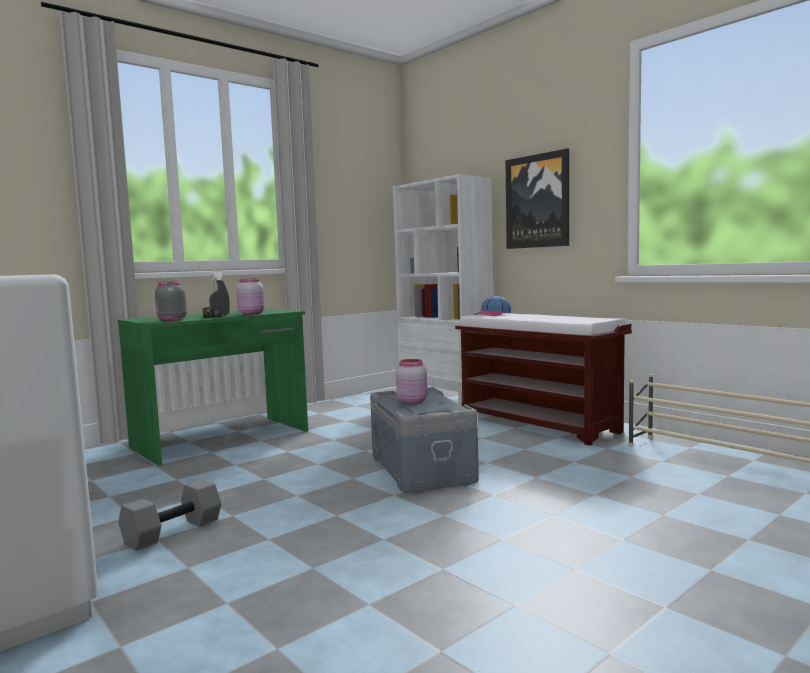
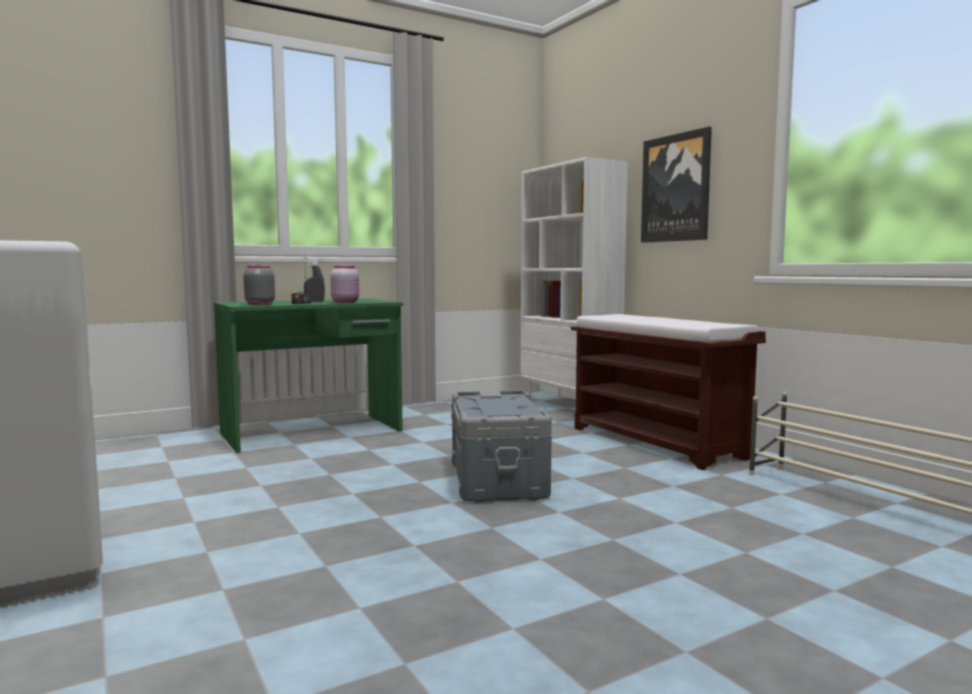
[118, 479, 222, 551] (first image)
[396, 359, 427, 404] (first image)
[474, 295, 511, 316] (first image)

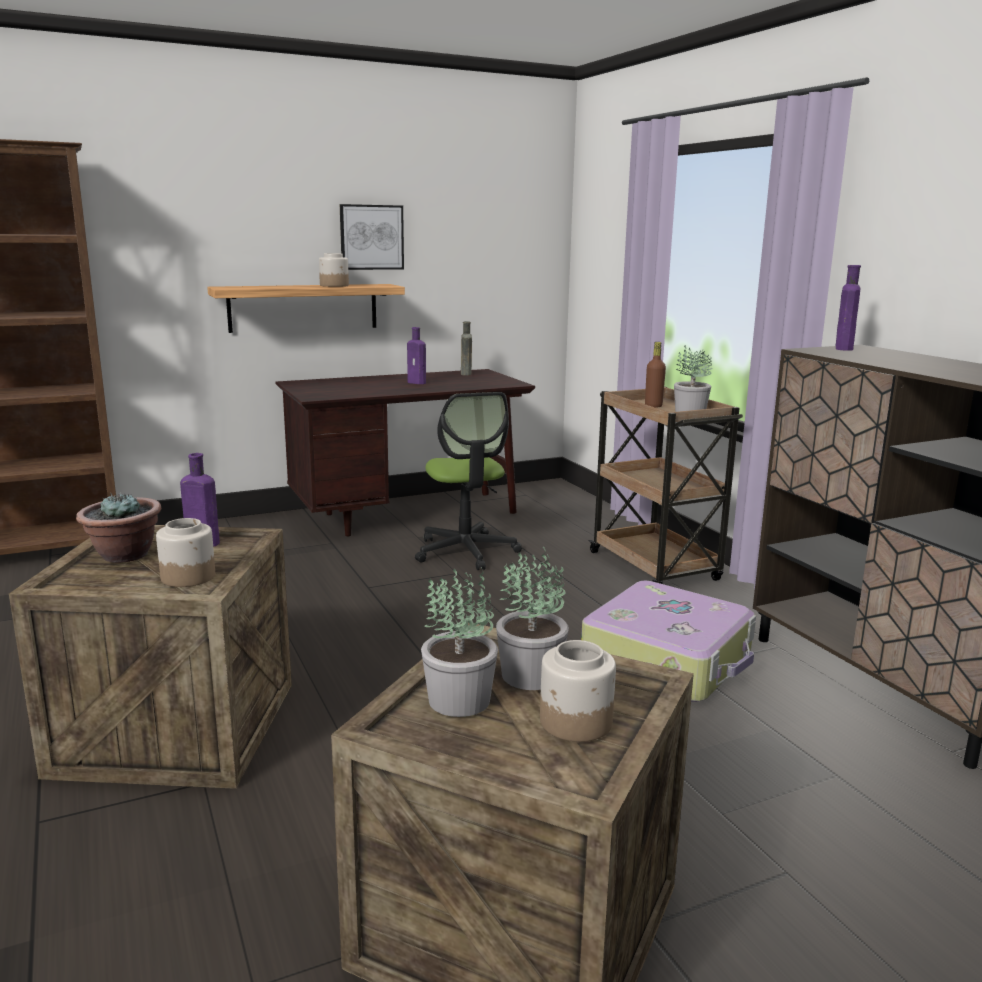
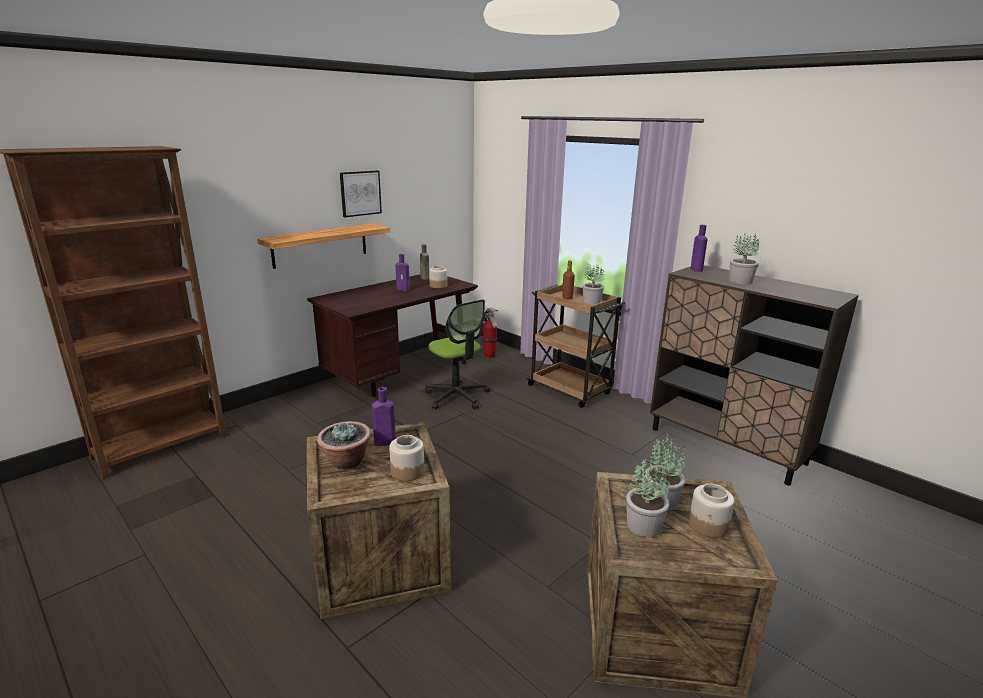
[429, 265, 447, 288]
[581, 581, 756, 702] (first image)
[483, 308, 499, 358]
[729, 233, 759, 284]

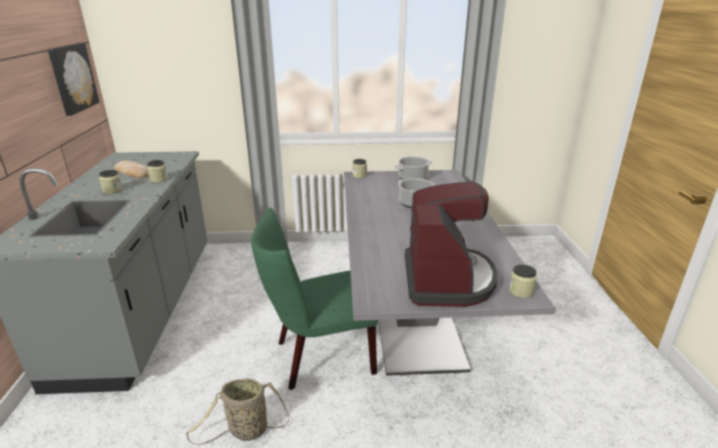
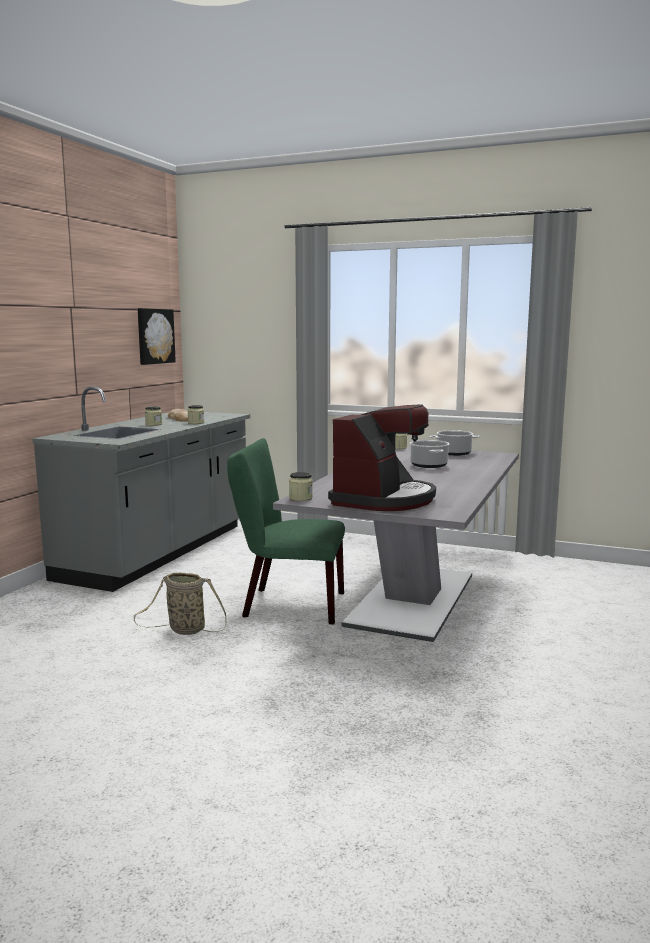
[289, 472, 313, 501]

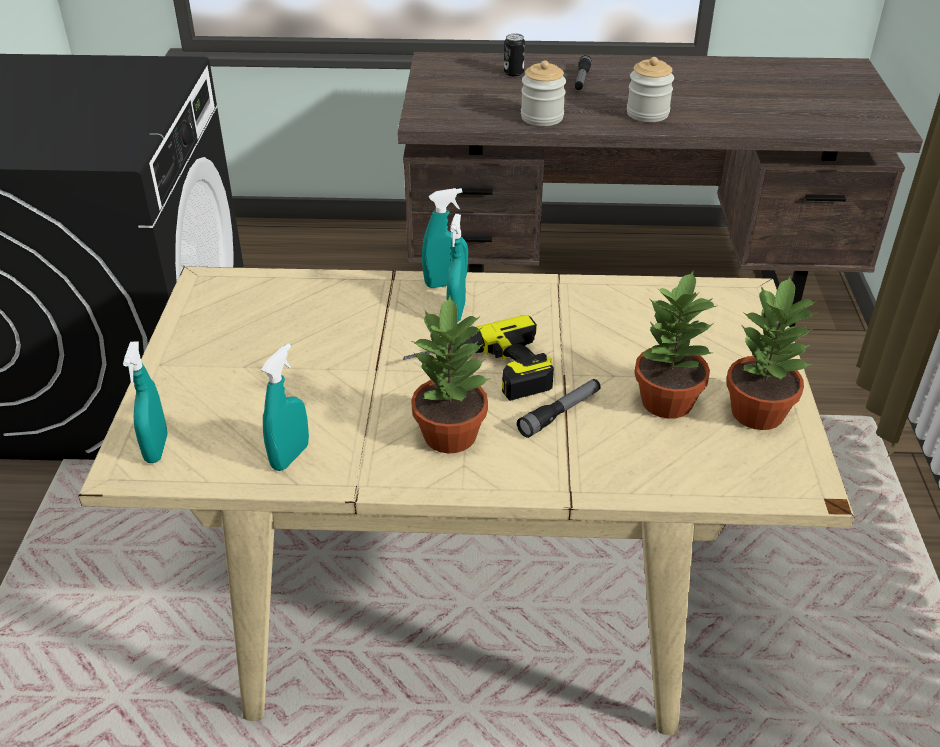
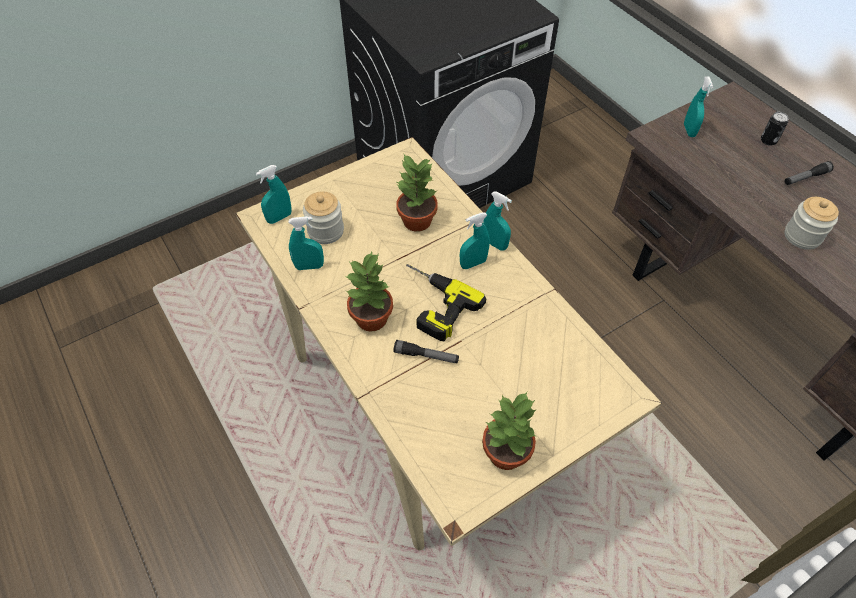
[303, 191, 344, 244]
[396, 153, 438, 232]
[684, 76, 713, 137]

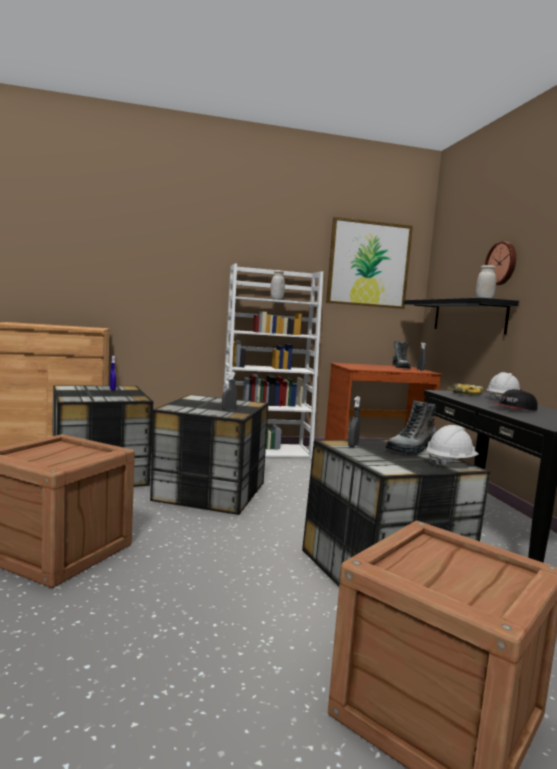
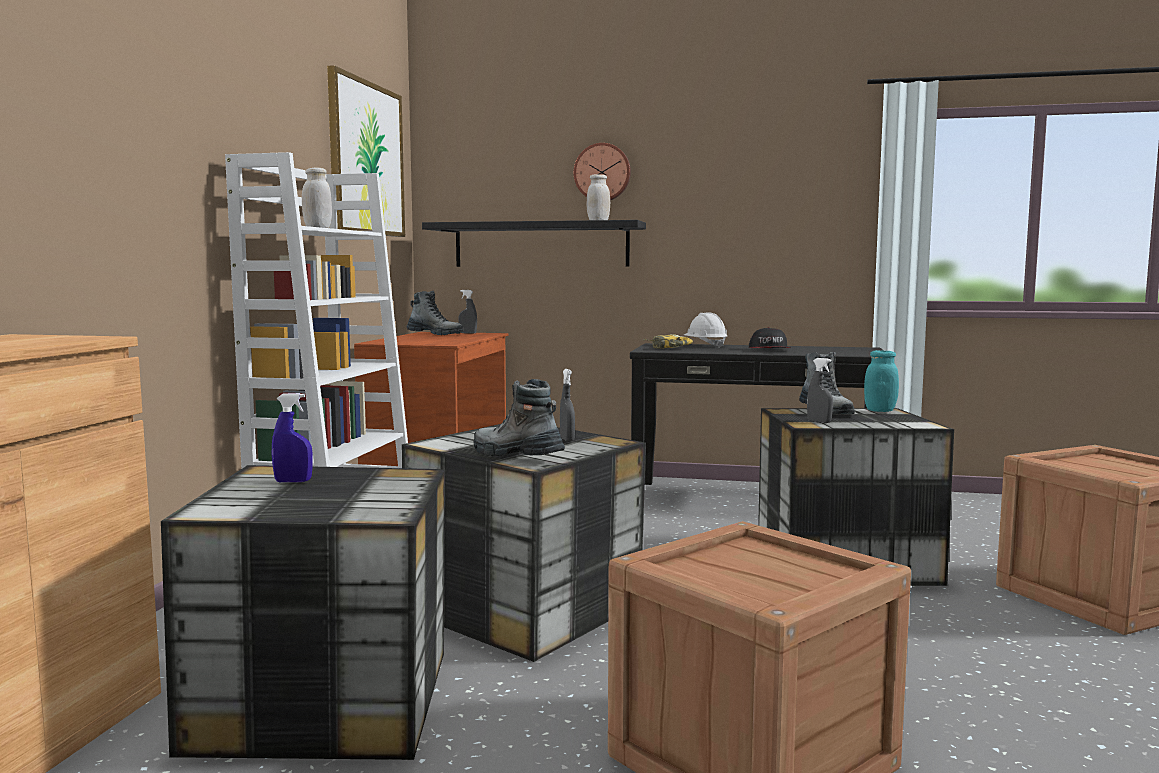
[864, 350, 899, 412]
[473, 379, 565, 456]

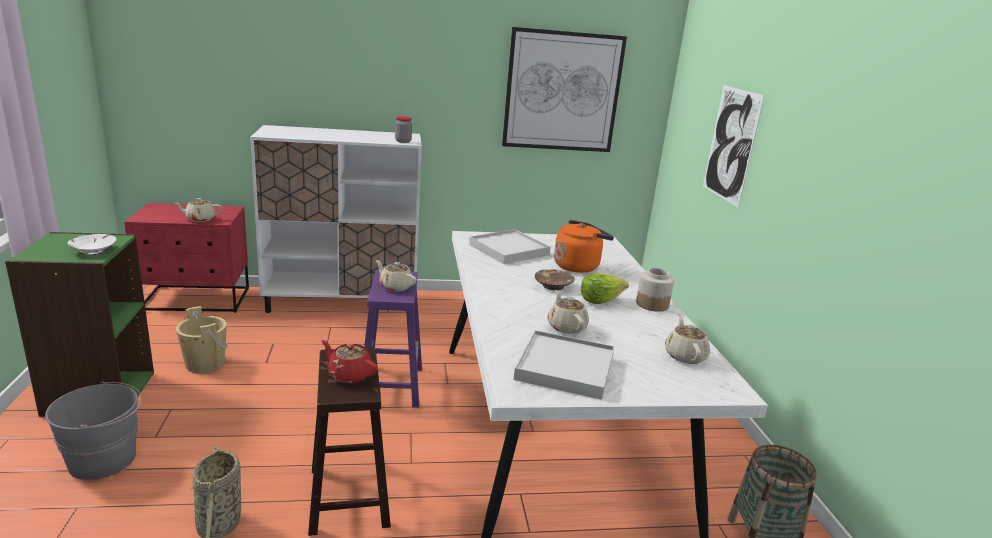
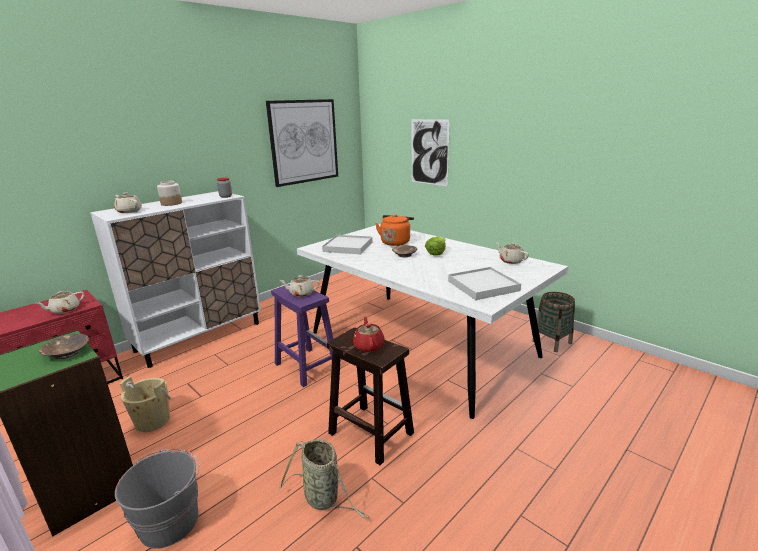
[39, 334, 89, 359]
[353, 317, 385, 352]
[114, 193, 142, 213]
[157, 181, 182, 206]

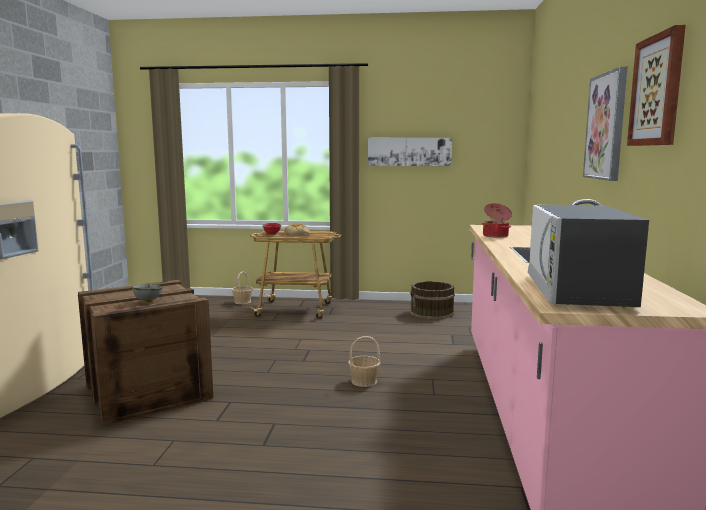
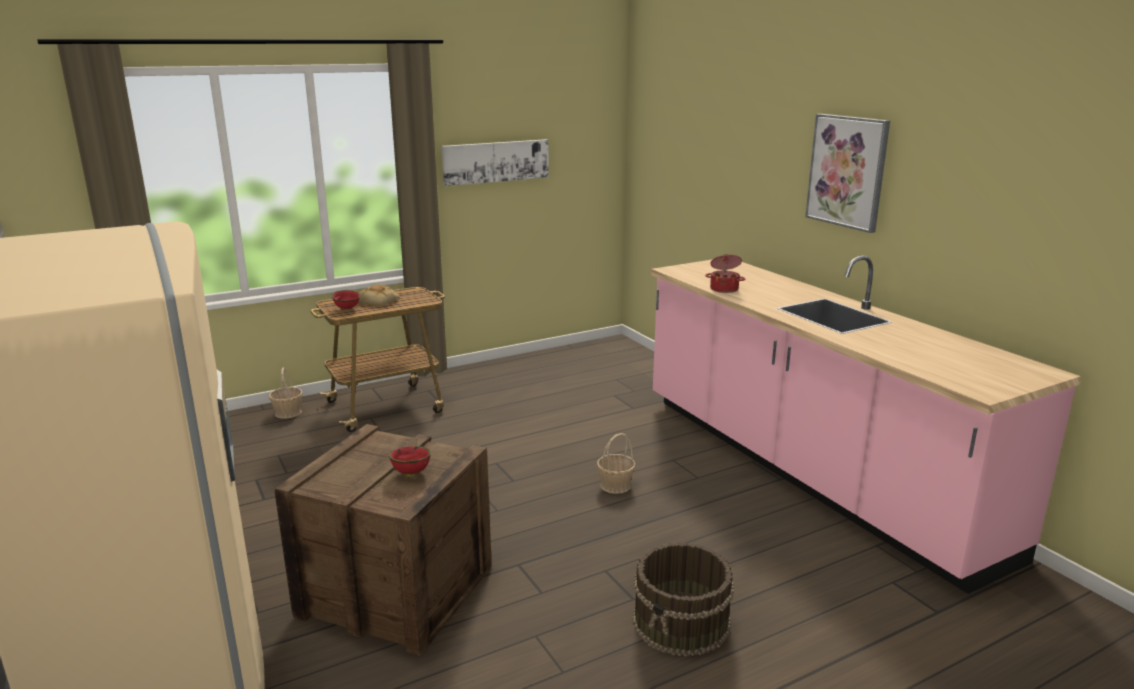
[389, 446, 432, 477]
[632, 542, 734, 657]
[528, 205, 649, 307] (first image)
[627, 25, 686, 146] (first image)

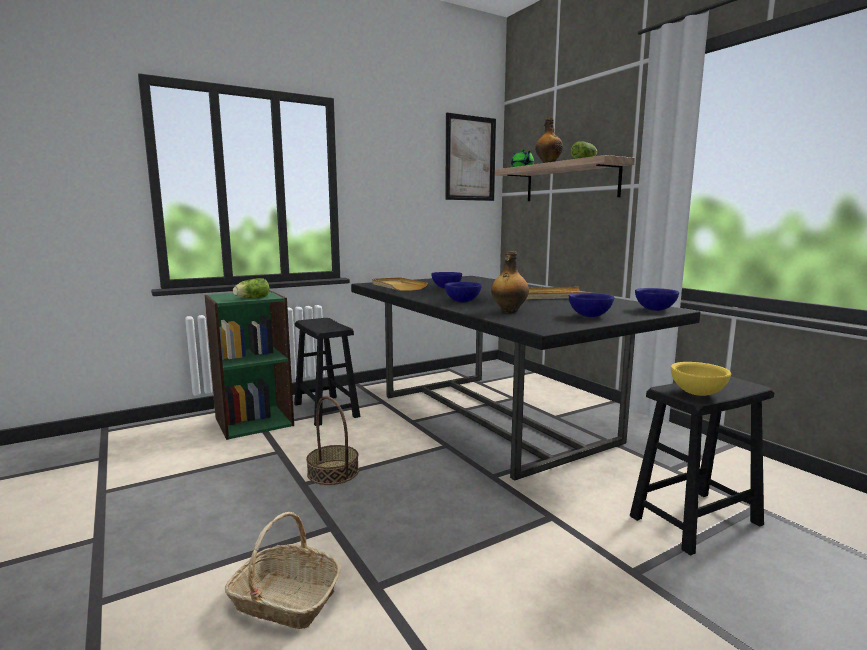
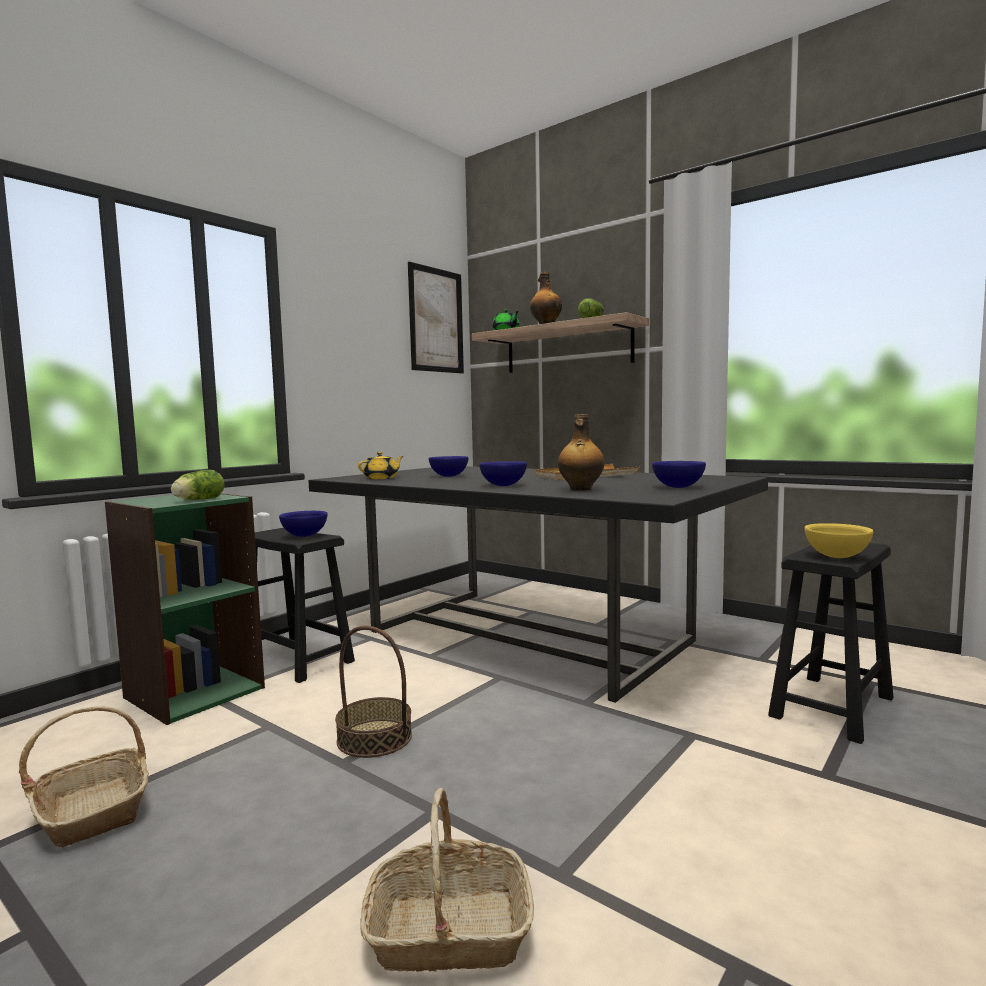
[358, 452, 403, 479]
[279, 511, 328, 537]
[19, 706, 149, 848]

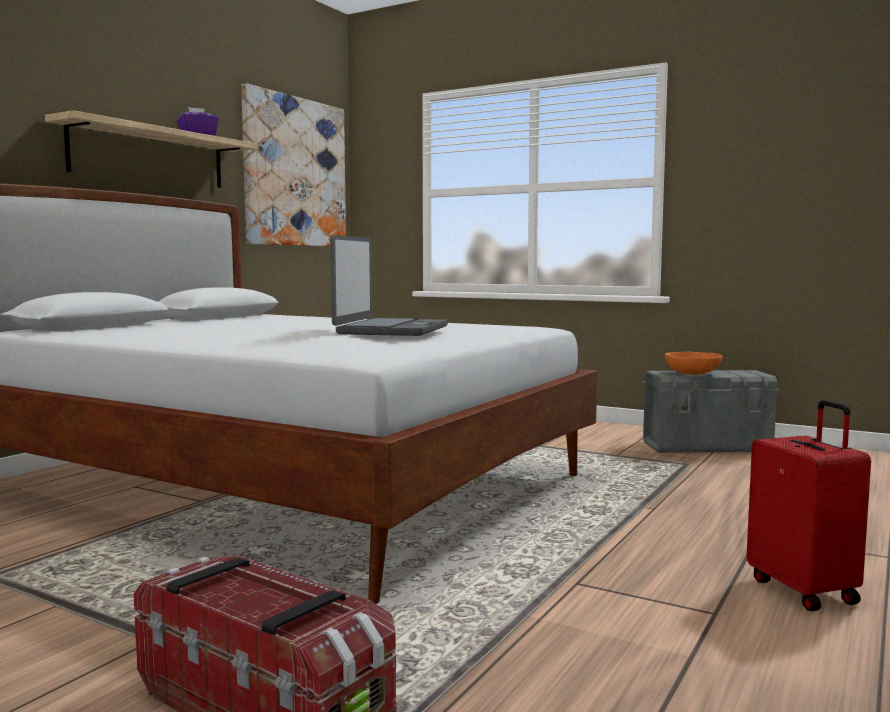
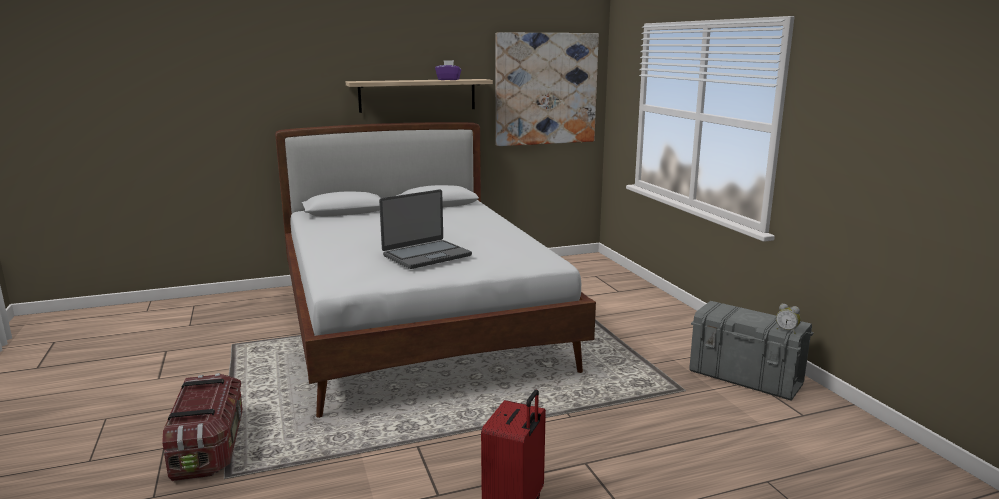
[665, 352, 723, 375] (first image)
[776, 303, 801, 334]

